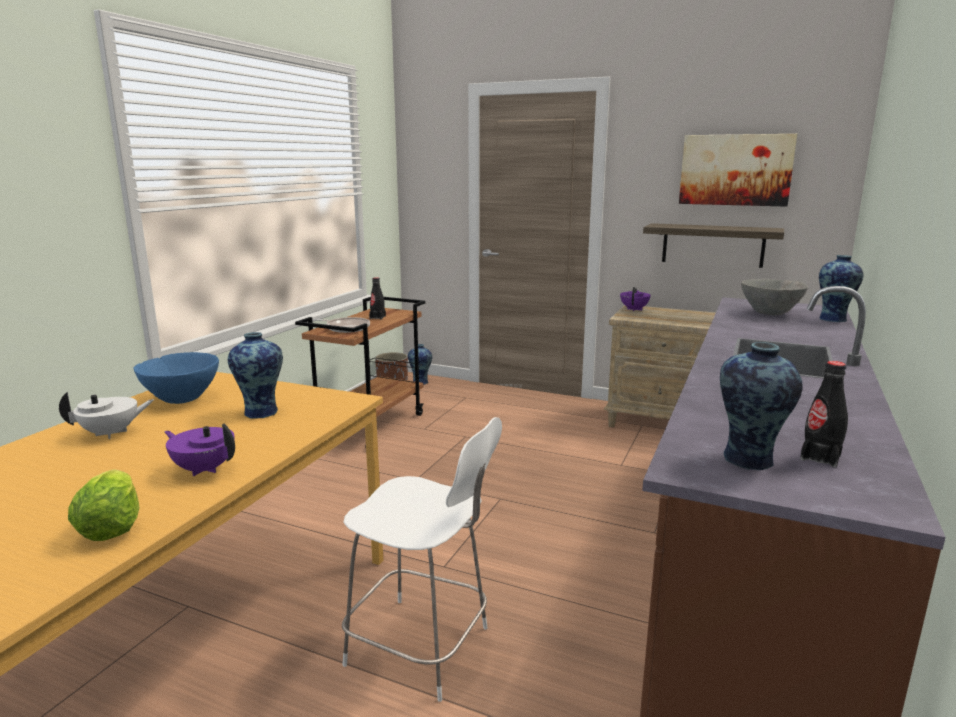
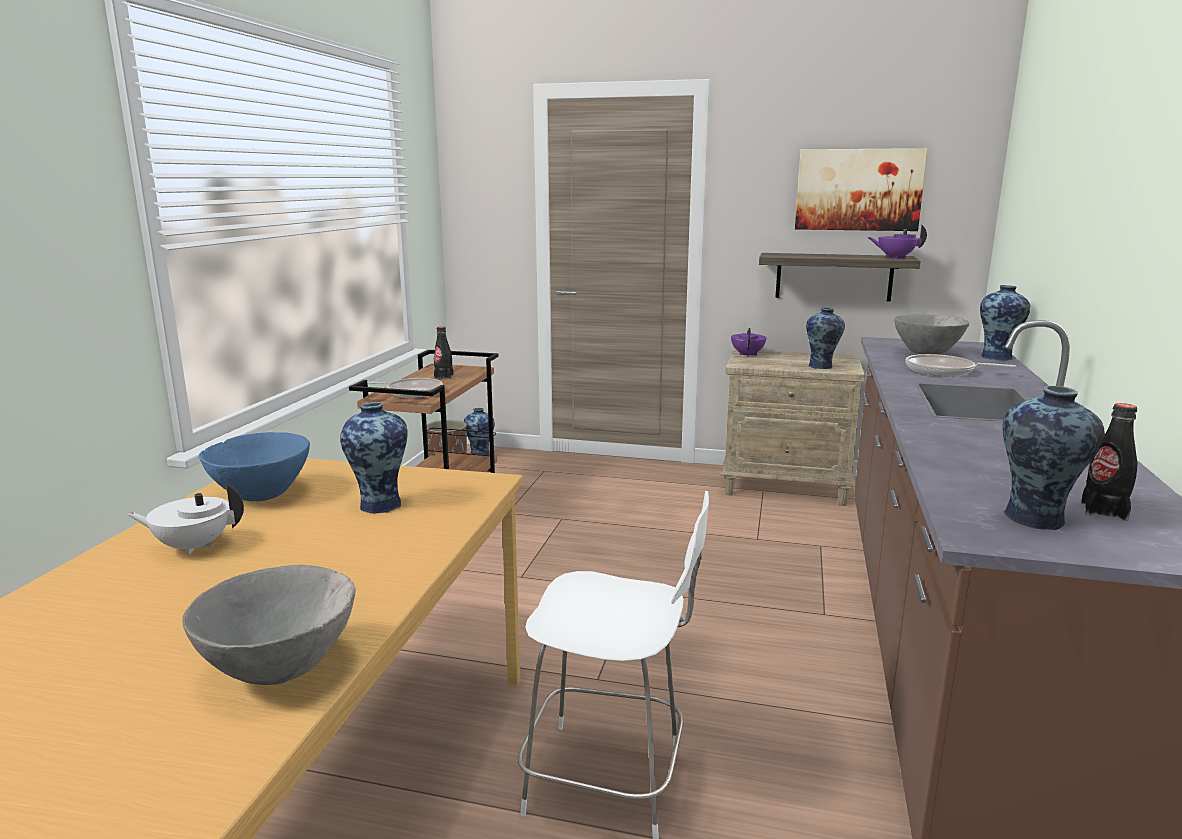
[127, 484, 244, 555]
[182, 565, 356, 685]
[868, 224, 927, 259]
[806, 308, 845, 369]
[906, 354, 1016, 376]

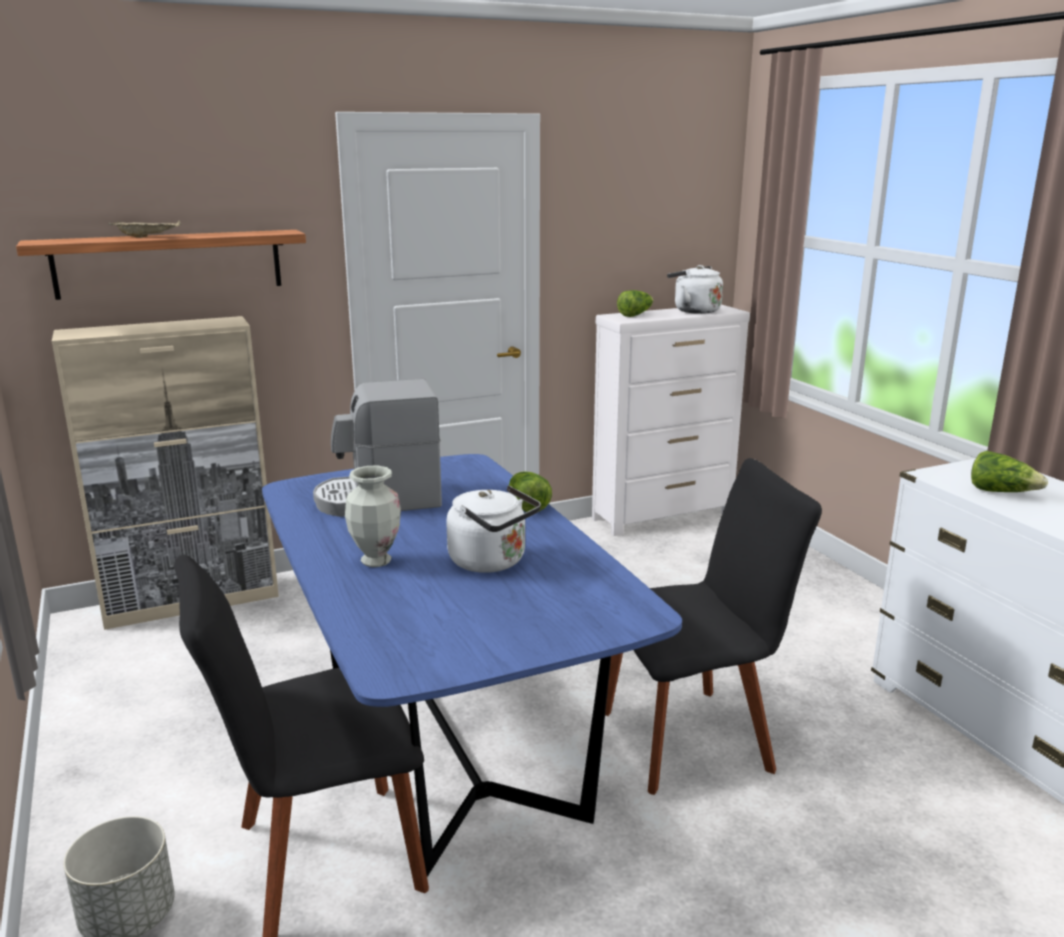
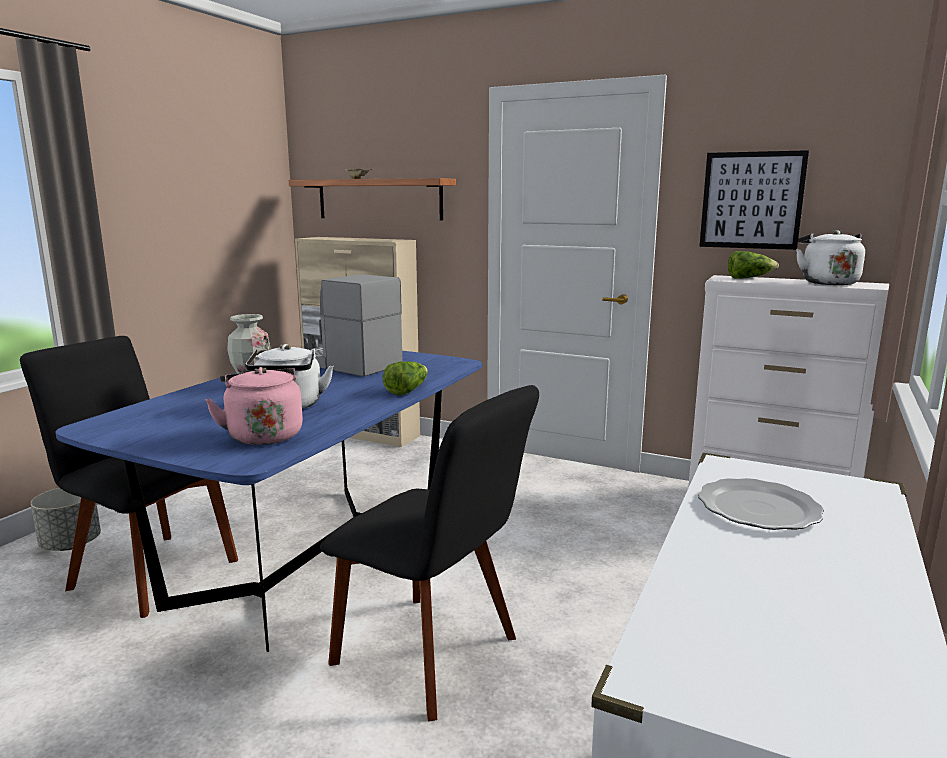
[698, 478, 824, 530]
[205, 367, 303, 445]
[699, 150, 809, 250]

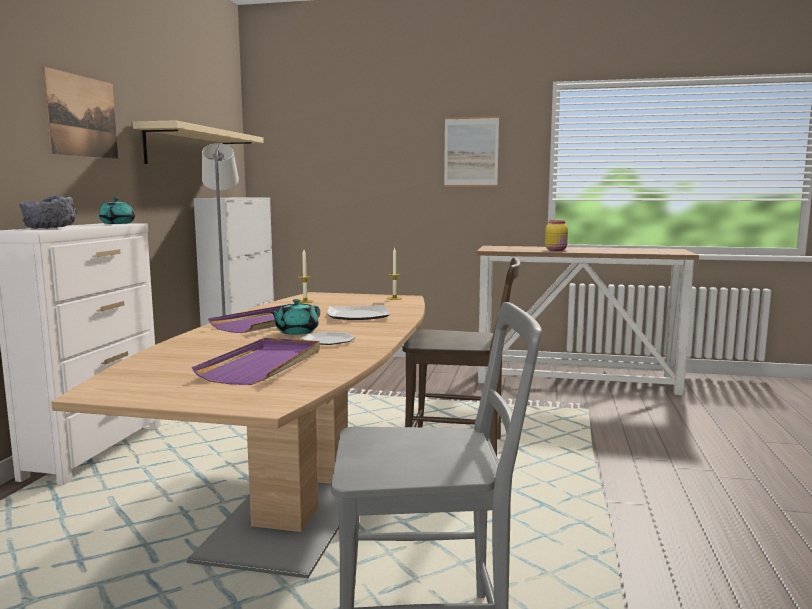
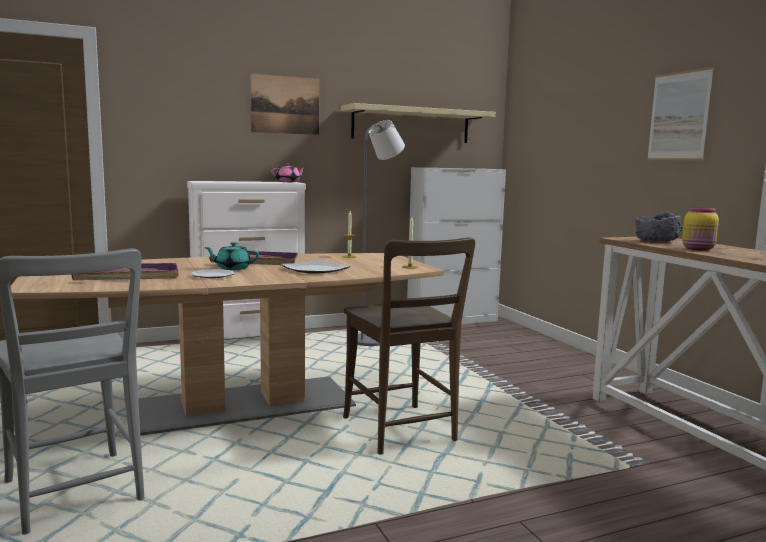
[635, 212, 683, 242]
[271, 163, 306, 182]

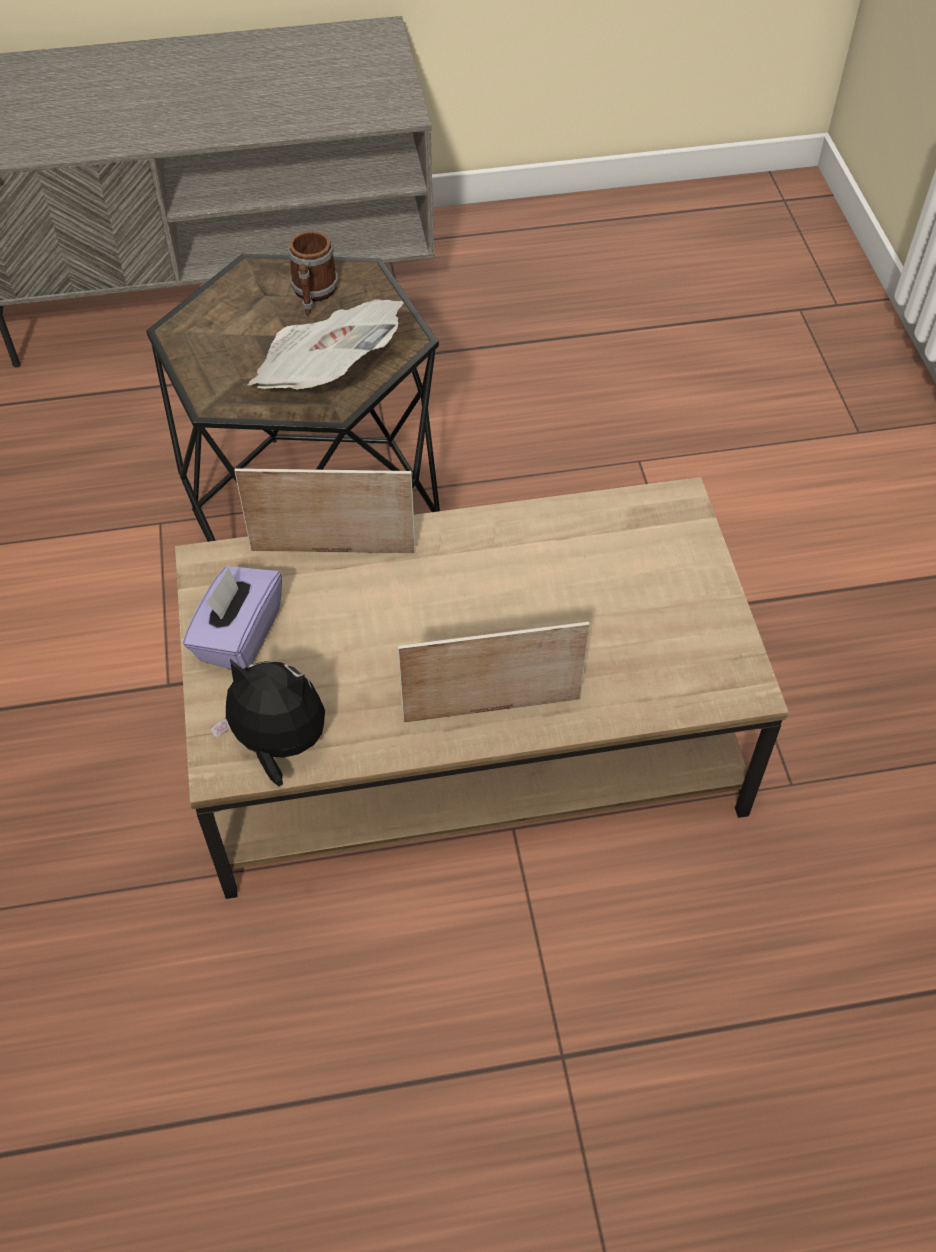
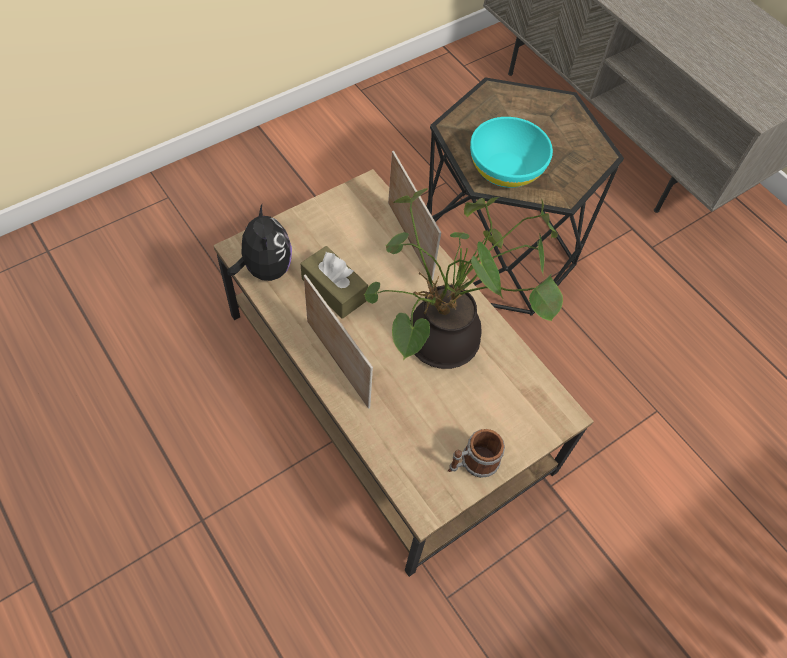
[183, 566, 282, 669] (first image)
[470, 117, 553, 188]
[448, 429, 505, 478]
[301, 246, 368, 319]
[364, 188, 563, 369]

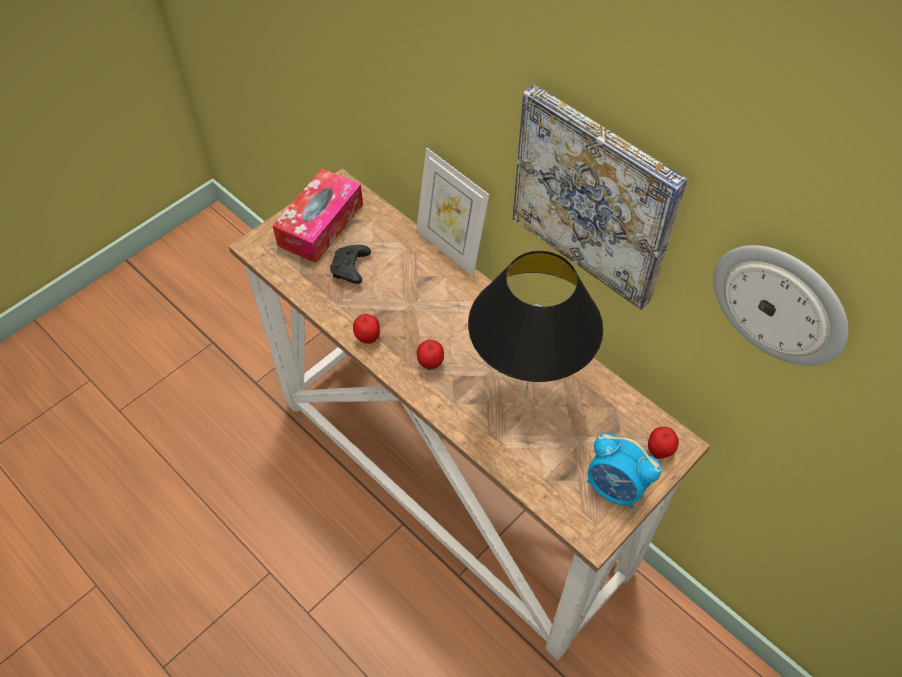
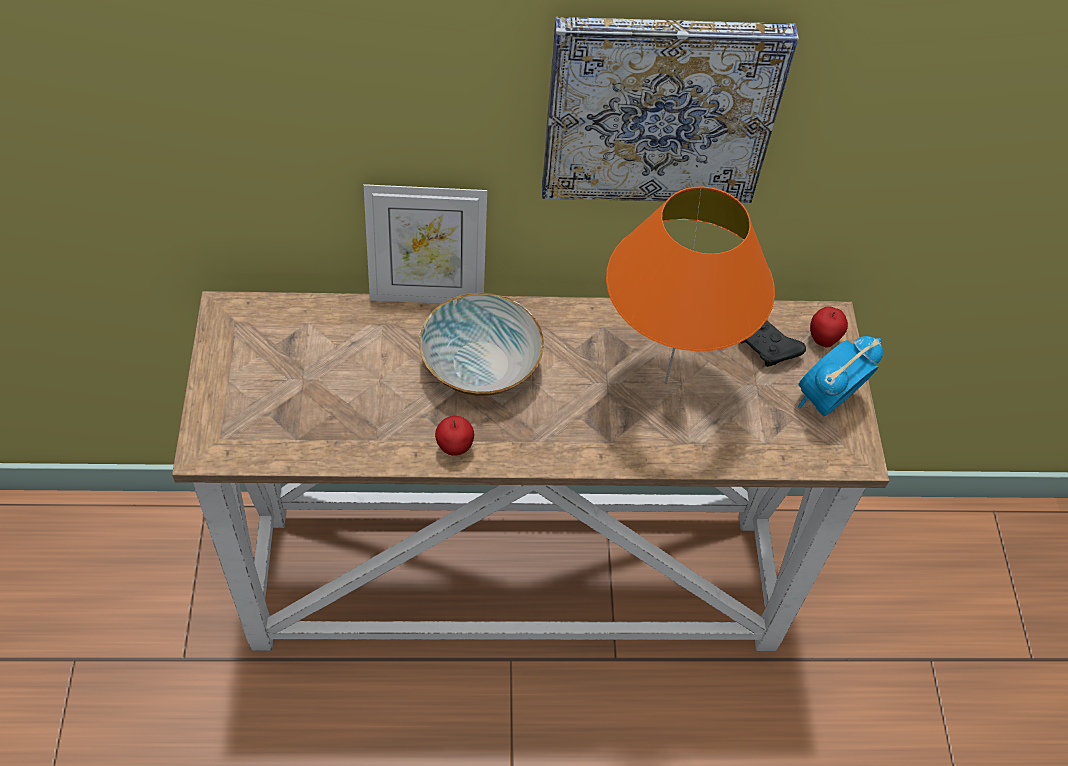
[273, 169, 363, 263] (first image)
[740, 320, 806, 367]
[417, 340, 444, 370] (first image)
[606, 186, 775, 383]
[798, 336, 883, 416]
[714, 245, 849, 366] (first image)
[419, 293, 544, 396]

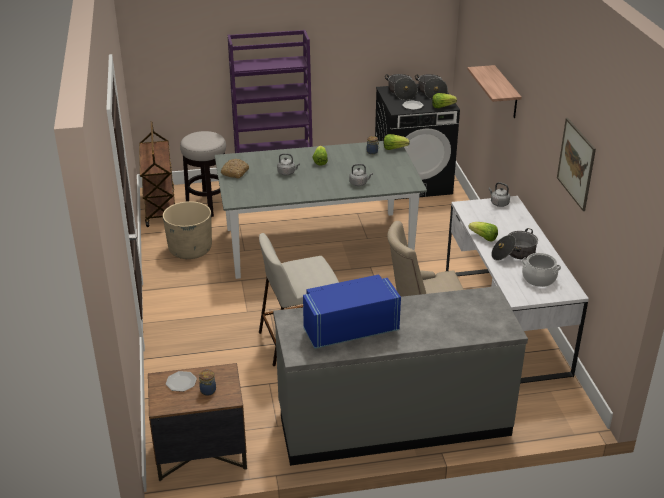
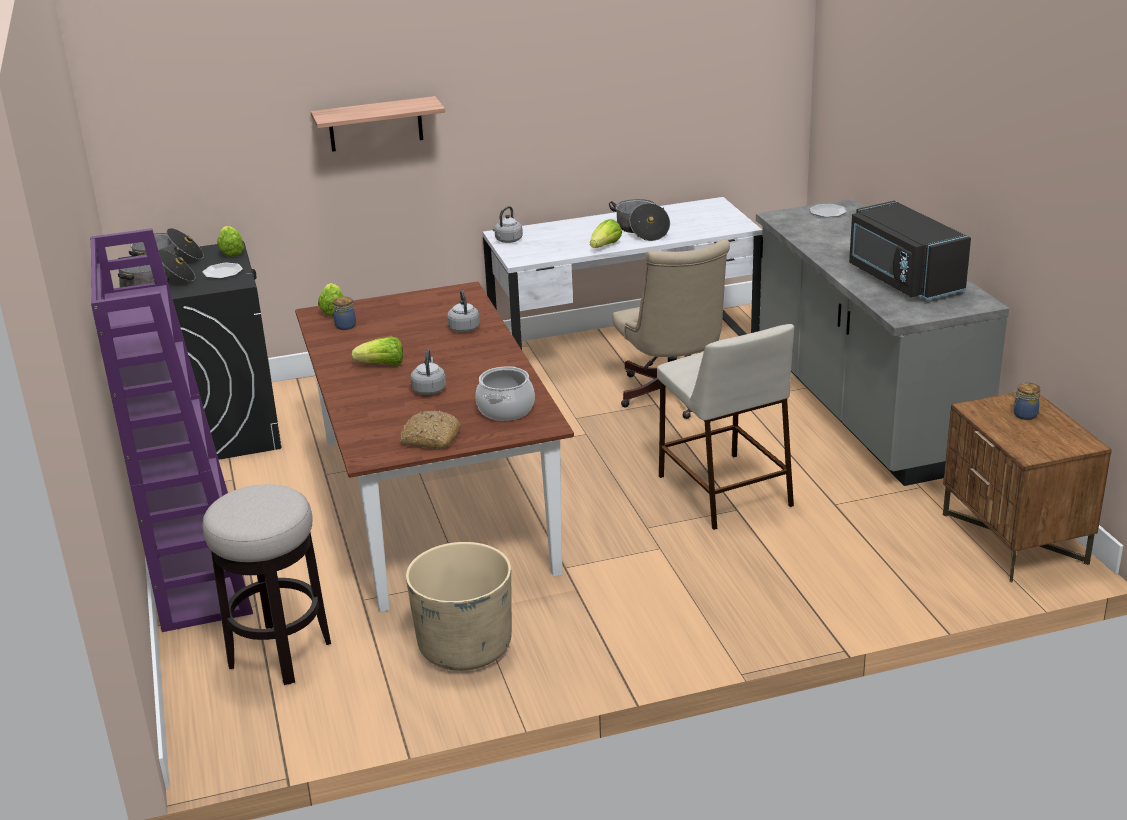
[139, 121, 175, 227] (first image)
[810, 204, 847, 217]
[295, 281, 574, 612]
[849, 201, 971, 300]
[476, 366, 535, 421]
[557, 118, 596, 211] (first image)

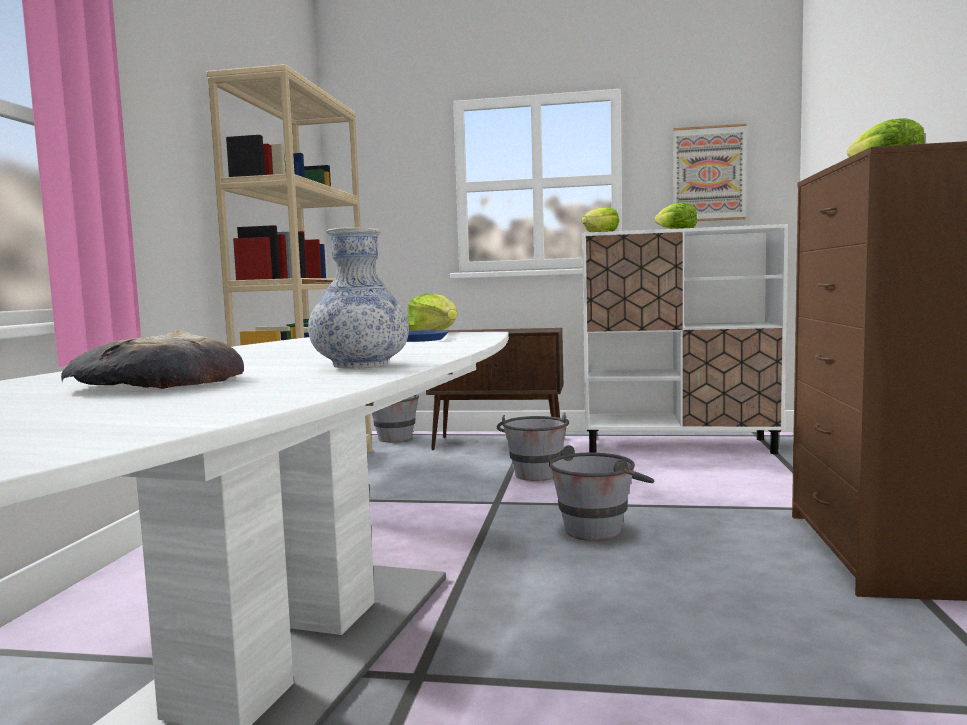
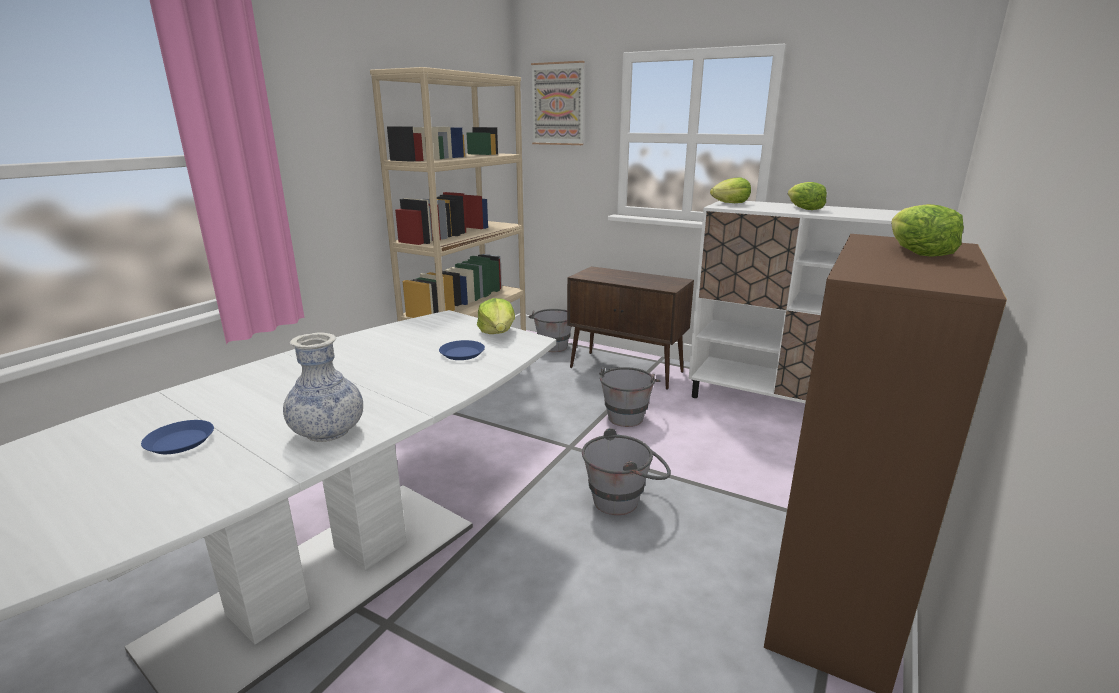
[141, 420, 214, 454]
[531, 61, 584, 145]

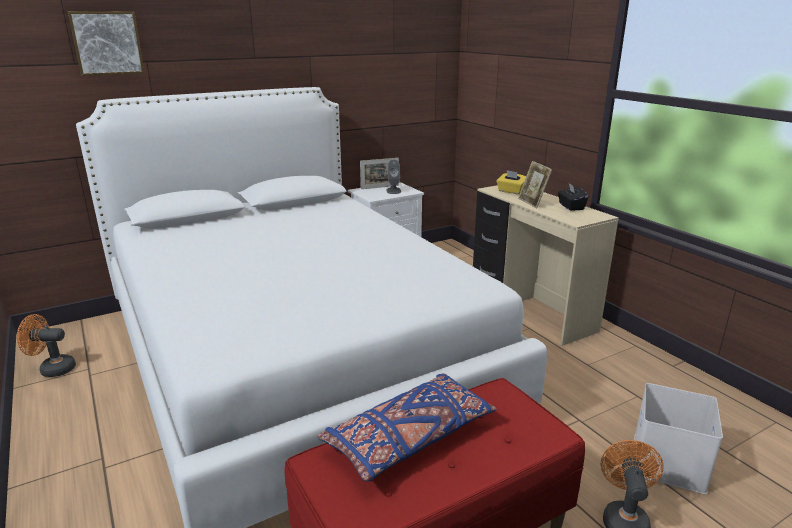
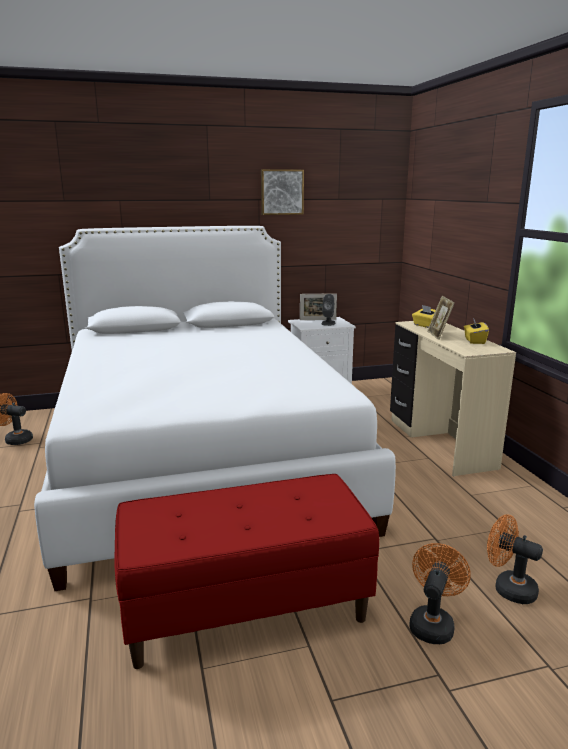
[261, 169, 304, 215]
[318, 373, 497, 481] (first image)
[464, 318, 489, 344]
[487, 514, 543, 604]

